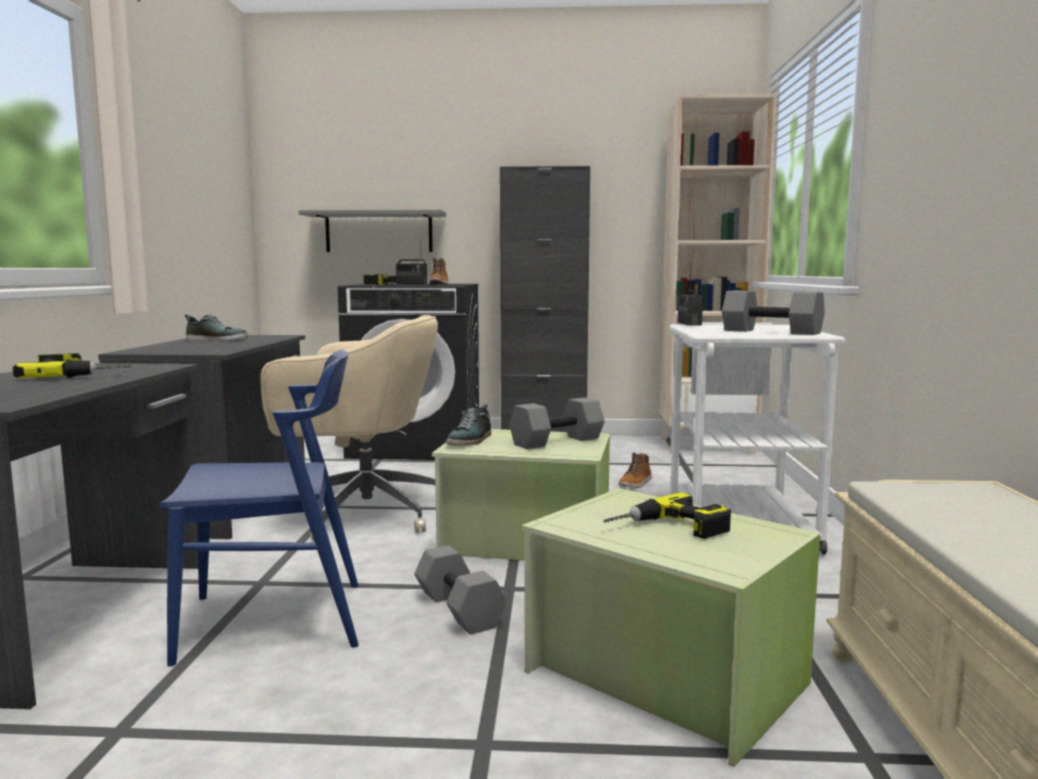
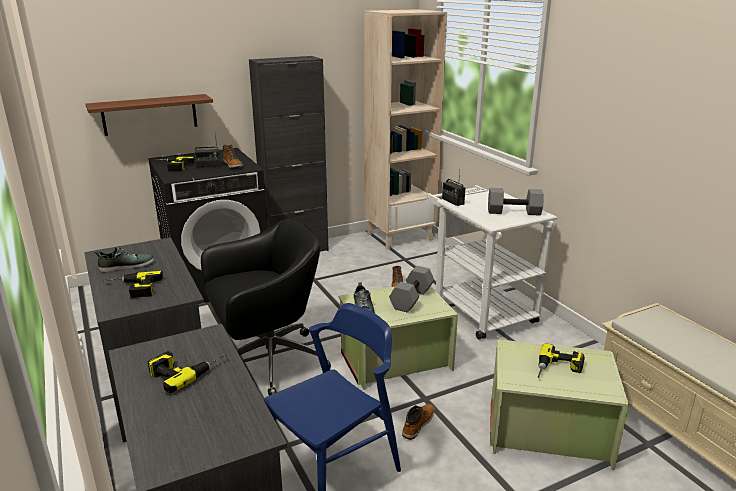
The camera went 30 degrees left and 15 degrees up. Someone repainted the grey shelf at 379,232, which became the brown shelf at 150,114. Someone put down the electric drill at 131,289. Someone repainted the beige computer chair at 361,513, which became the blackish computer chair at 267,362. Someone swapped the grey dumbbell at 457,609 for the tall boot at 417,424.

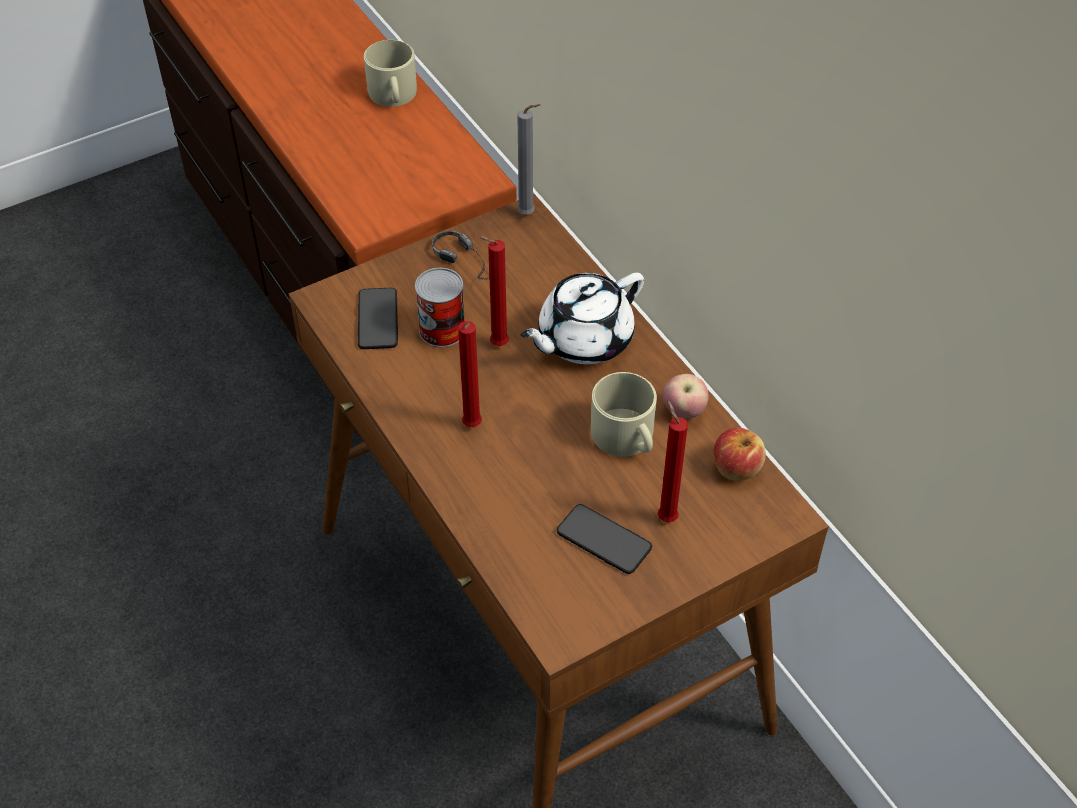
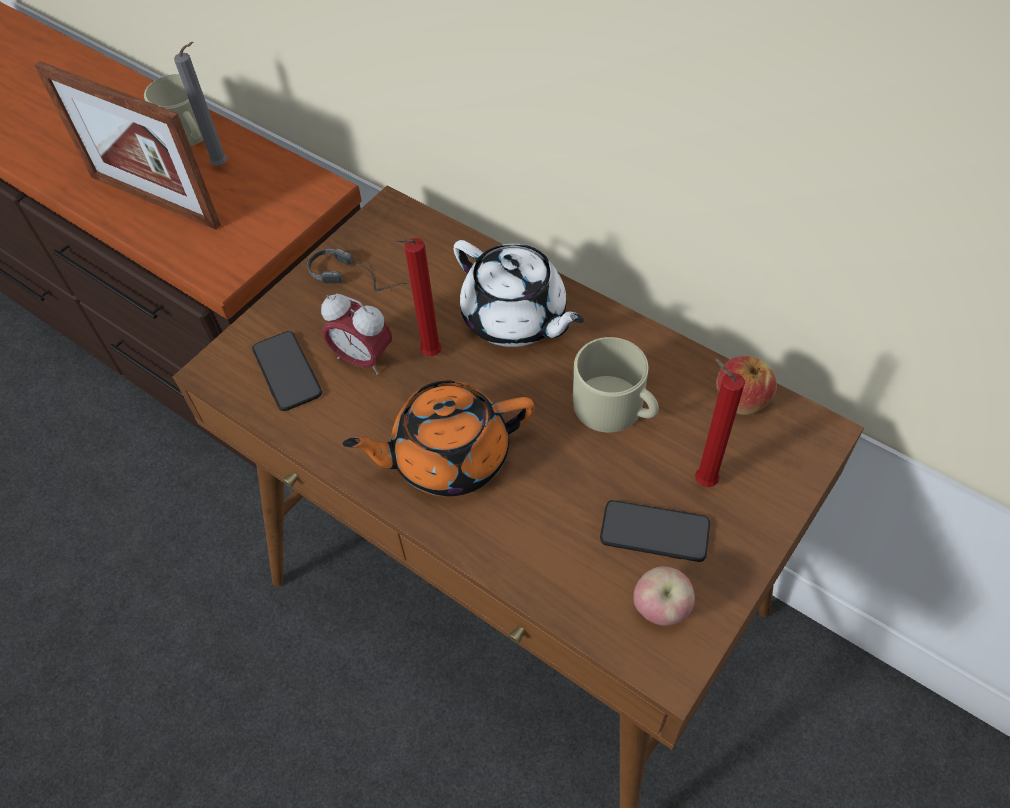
The camera went 20 degrees left and 5 degrees up. Someone put down the standing frame at 154,200. Someone carried the grey wax candle from 528,215 to 223,165. Someone swapped the metal can at 442,330 for the table clock at 362,359. Someone swapped the red wax candle at 471,427 for the orange pot for tea at 448,456. Someone rotated the white-coloured pot for tea at 583,339 by 75 degrees counterclockwise. Someone carried the whole apple from 684,411 to 660,608.

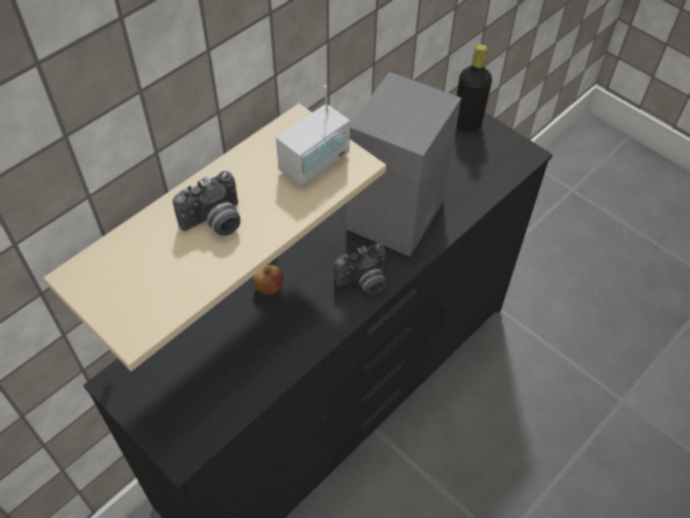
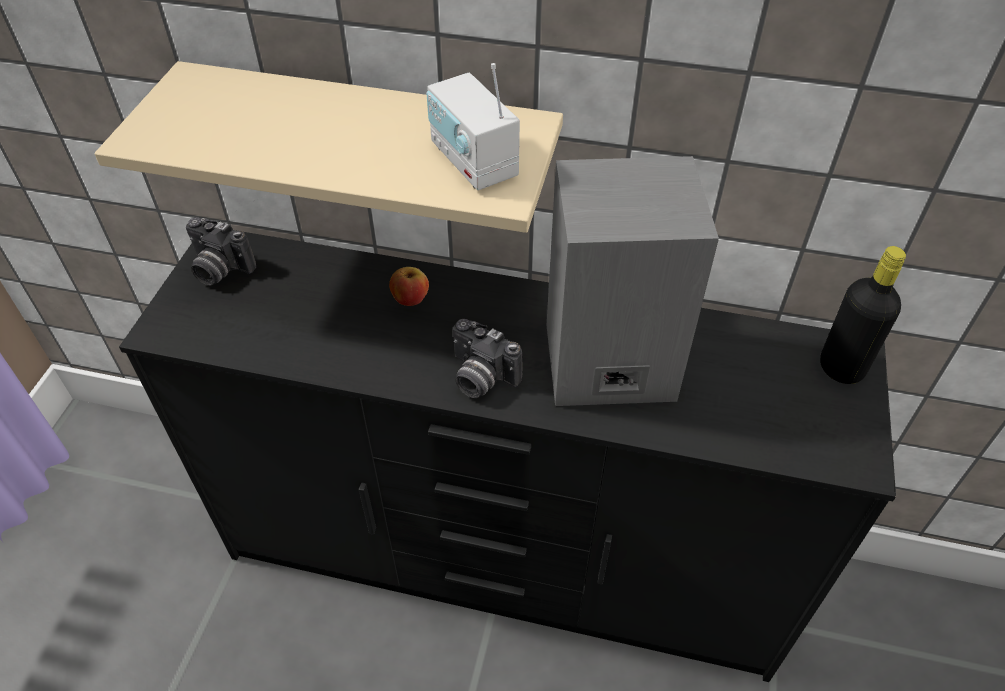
The camera went 60 degrees right and 5 degrees down. Someone carried the still camera from 215,222 to 218,270. Someone rotated the radio receiver at 315,163 by 45 degrees clockwise.

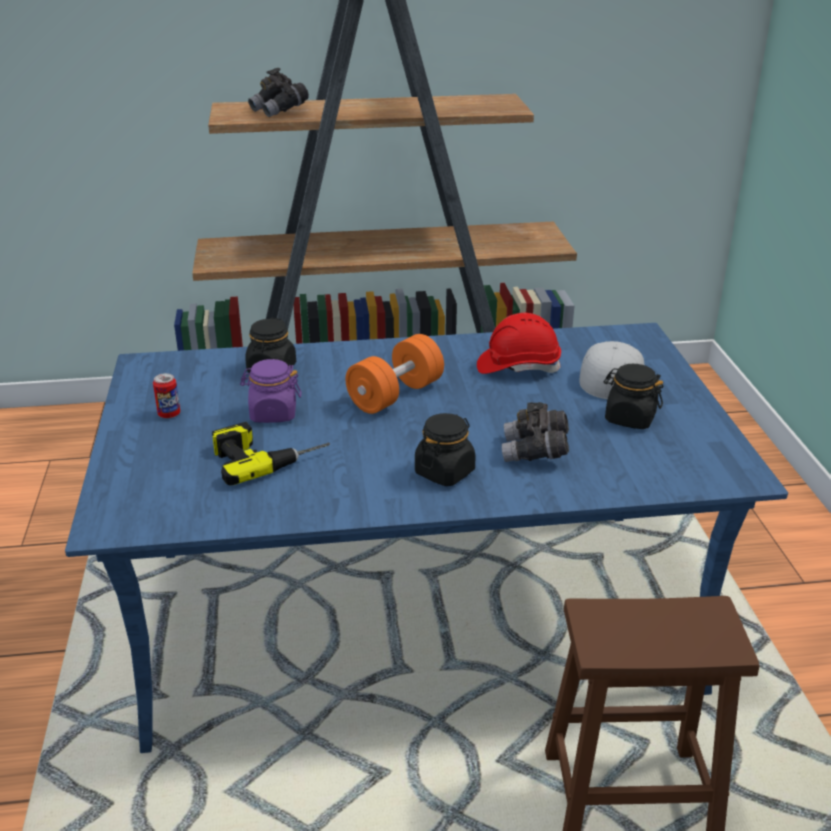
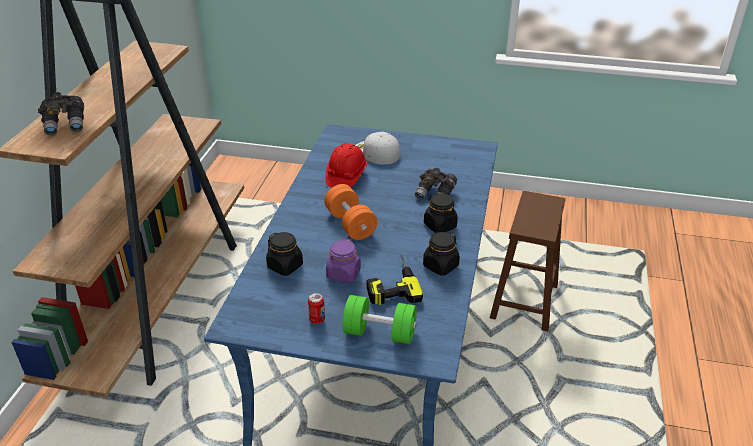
The camera went 70 degrees left and 5 degrees up. Someone put down the green dumbbell at 379,333. Someone carried the blackish storage jar from 629,418 to 440,266.

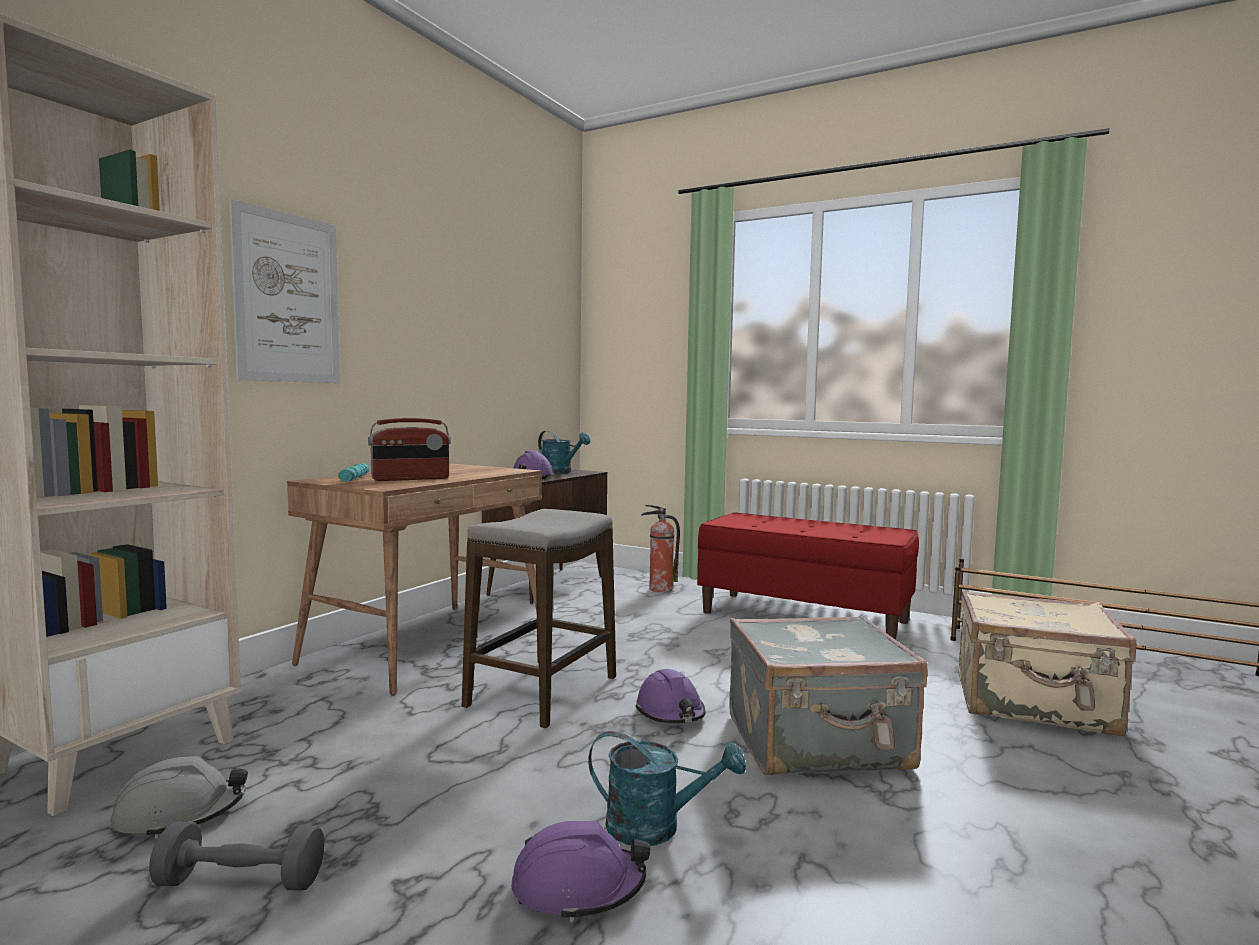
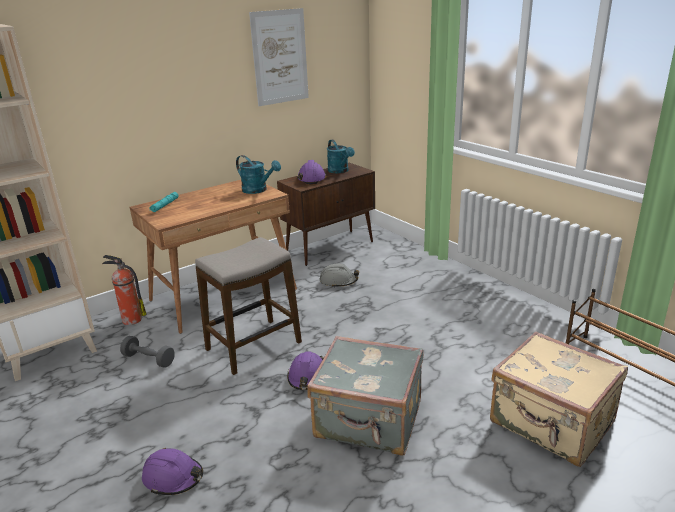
The camera went 25 degrees right and 20 degrees up. Someone carried the extinguisher from 659,589 to 131,319. Someone carried the grey dumbbell from 240,882 to 149,359. Someone carried the blue-green watering can from 656,827 to 258,190. Someone carried the picture from 288,298 to 280,57. Someone carried the grey work helmet from 180,814 to 338,281. Someone took away the radio receiver at 411,479. Someone took away the red long seat at 804,617.

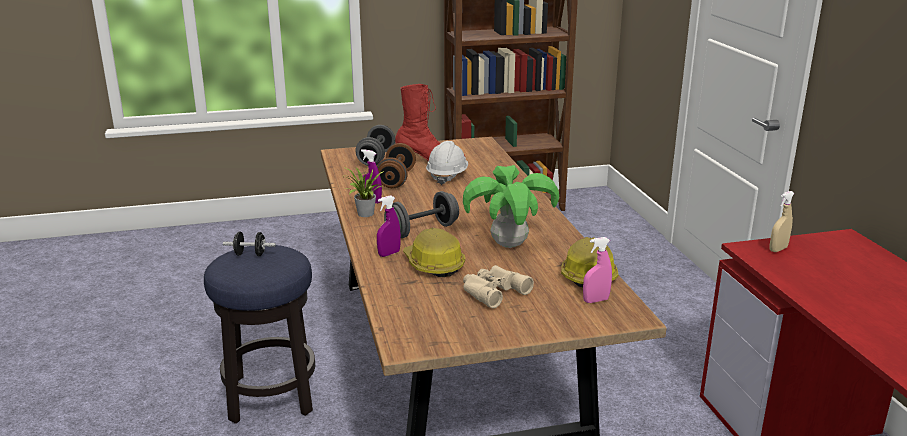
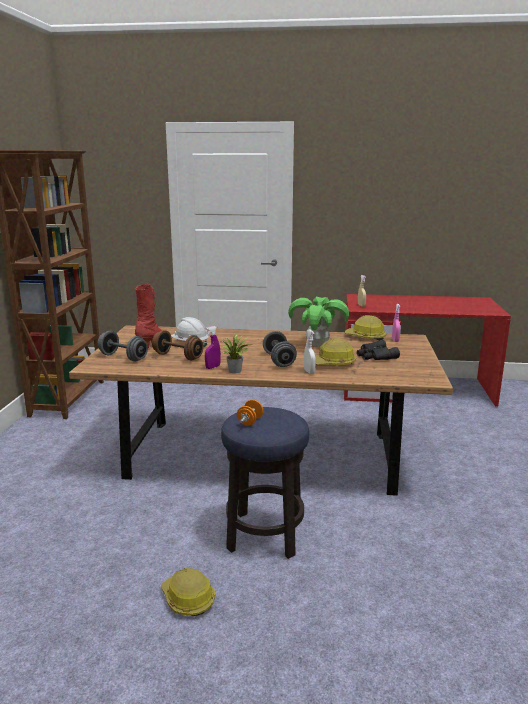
The camera went 70 degrees left and 5 degrees down. Someone put down the work helmet at 187,599. Someone repainted the blackish dumbbell at 250,254, which became the orange dumbbell at 250,422. Someone repainted the purple hand sprayer at 389,254, which became the white-coloured hand sprayer at 309,372. Someone repainted the beige field glasses at 492,291, which became the blackish field glasses at 375,356.

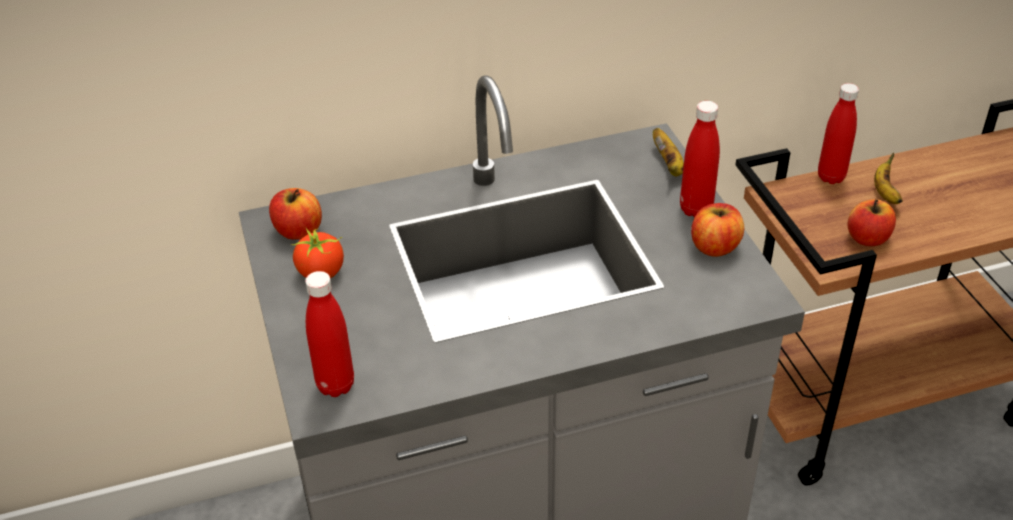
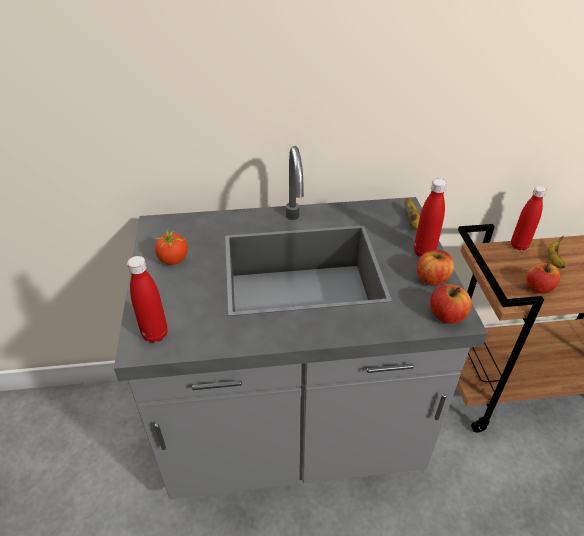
The camera went 10 degrees right and 0 degrees up. Someone carried the whole apple from 298,231 to 446,315.

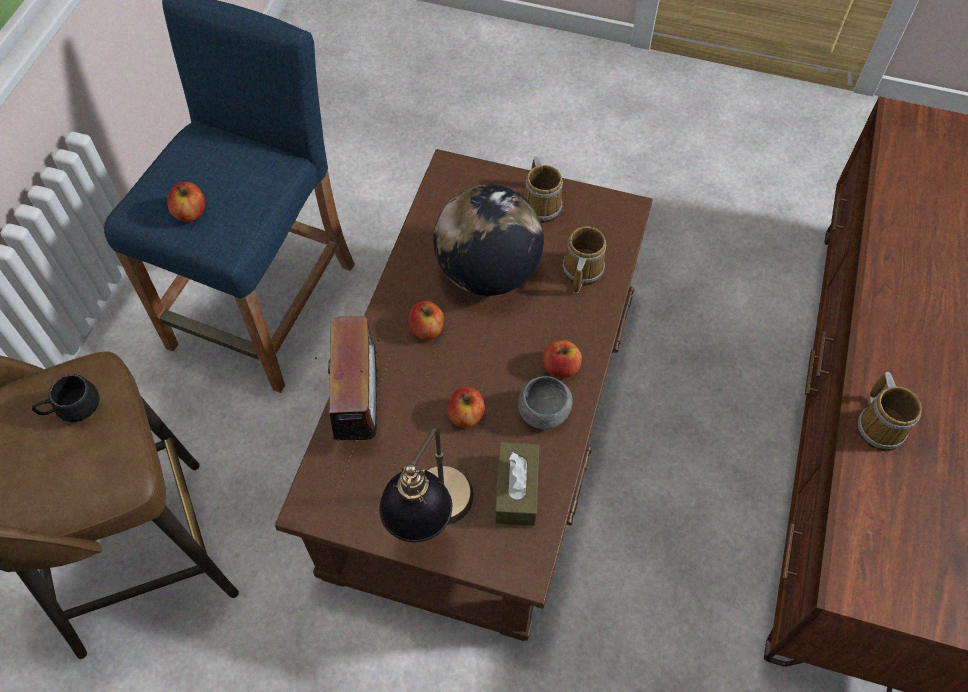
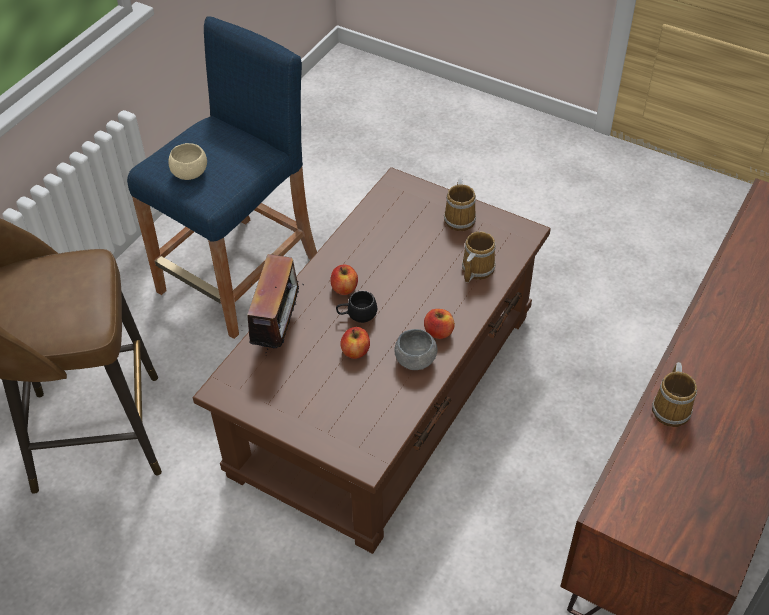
The camera went 15 degrees right and 10 degrees down. Someone swapped the whole apple at 190,212 for the beige serving bowl at 190,173. Someone carried the blackish coffee mug from 72,410 to 357,316. Someone took away the tabletop lamp at 431,520. Someone took away the desk globe at 488,272. Someone took away the brown tissue holder at 516,490.

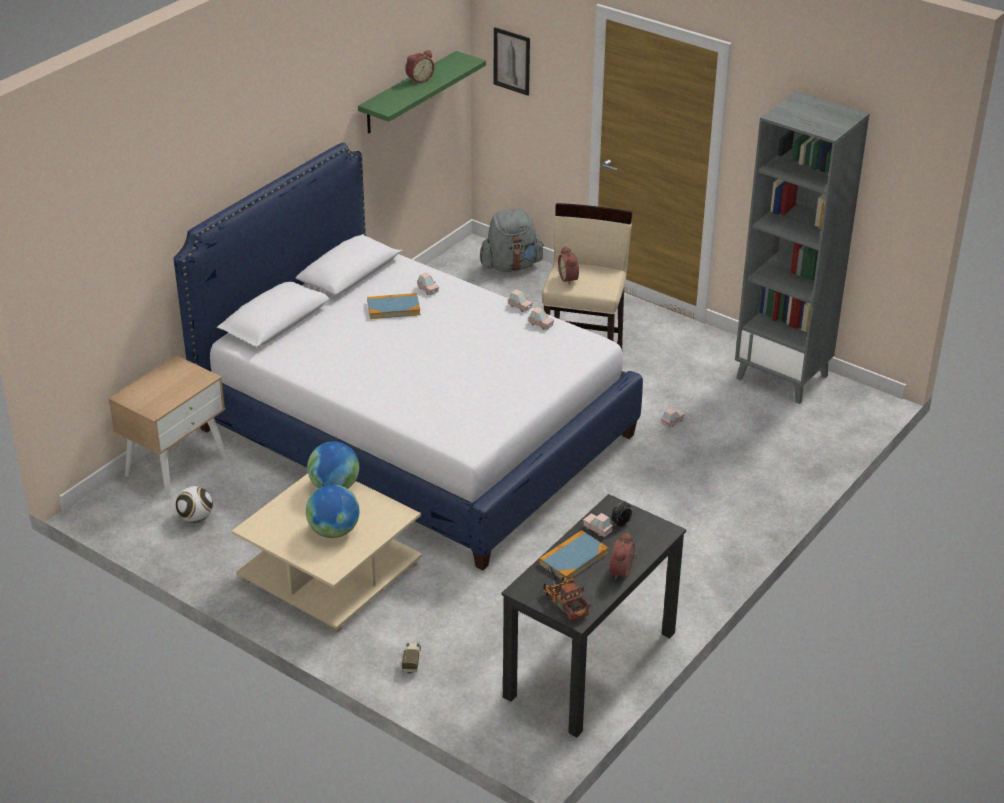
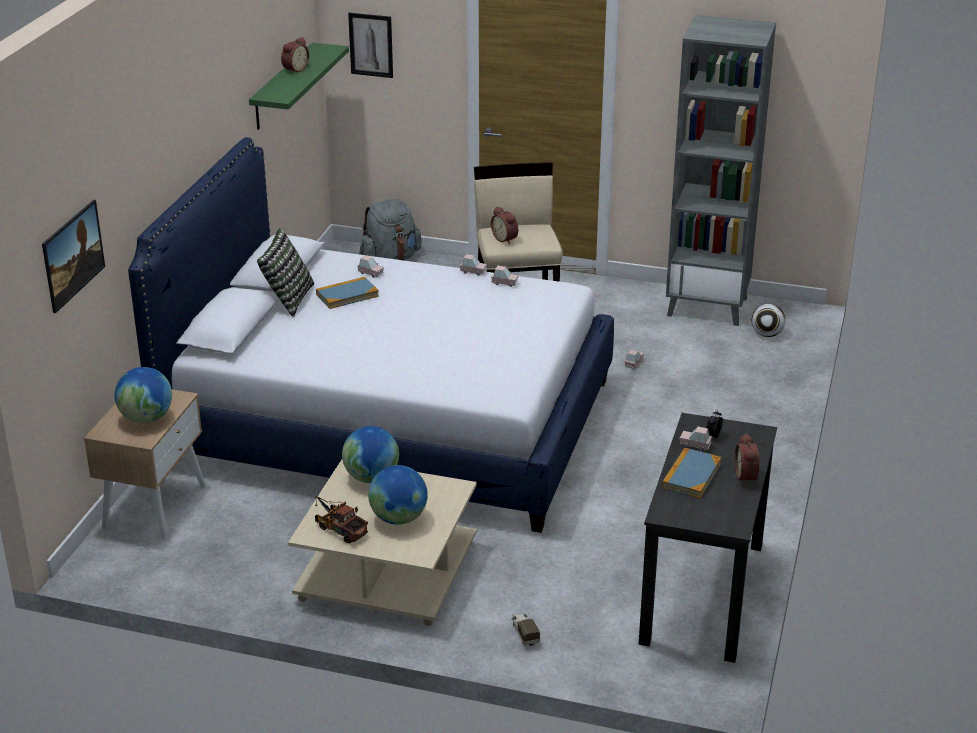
The camera went 20 degrees left and 5 degrees down. Someone put up the picture at 76,272. Someone put down the desk globe at 147,418. Someone put down the cushion at 287,299. Someone carried the toy lorry from 564,602 to 339,528. Someone carried the ball for football from 196,518 to 767,334.

